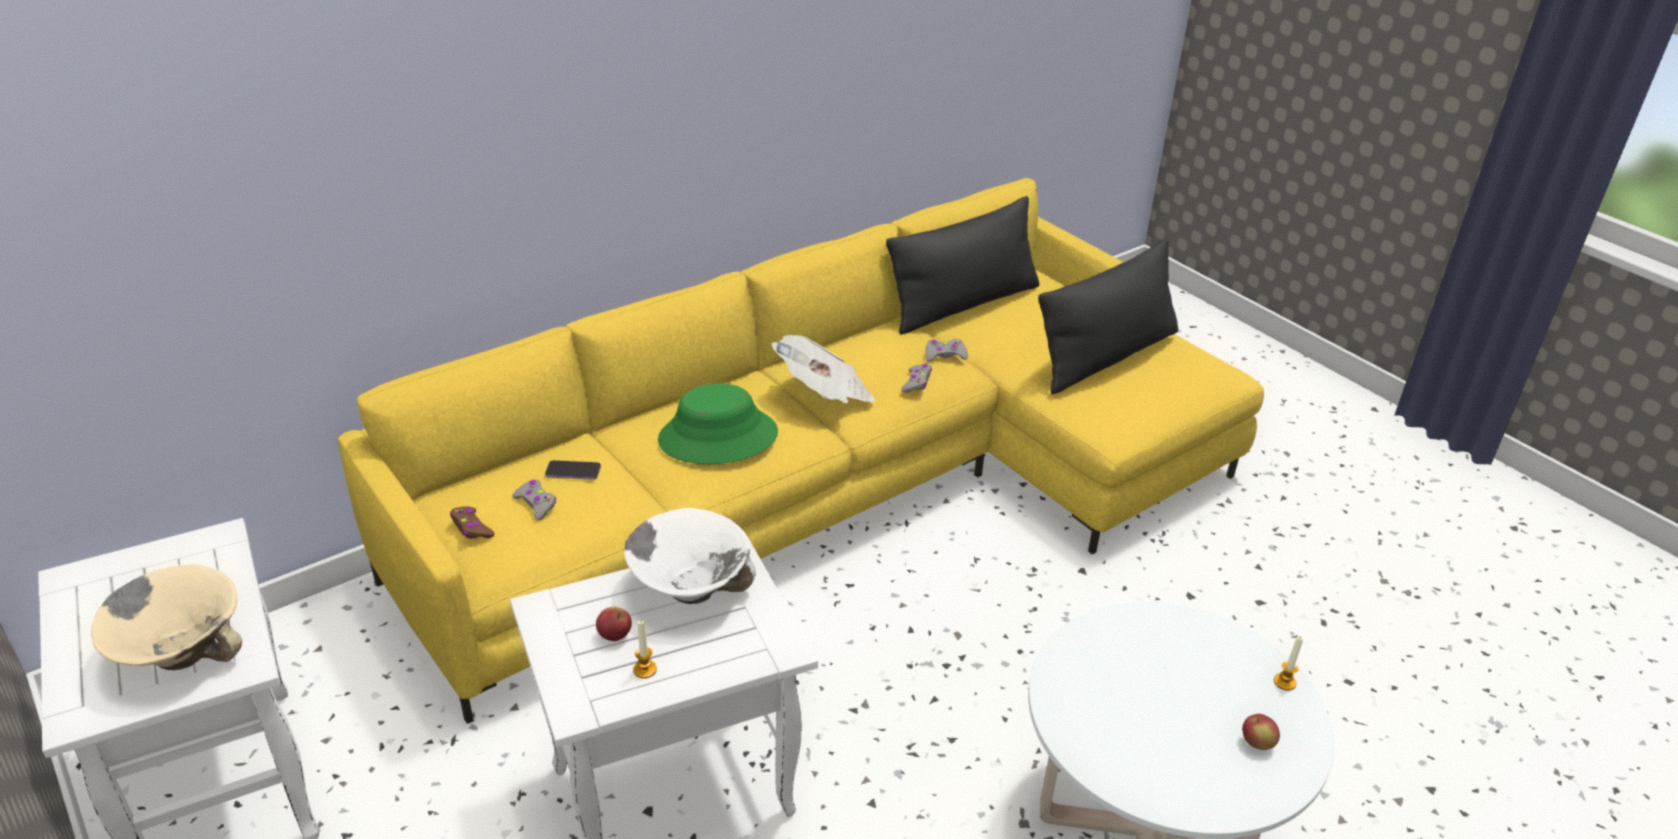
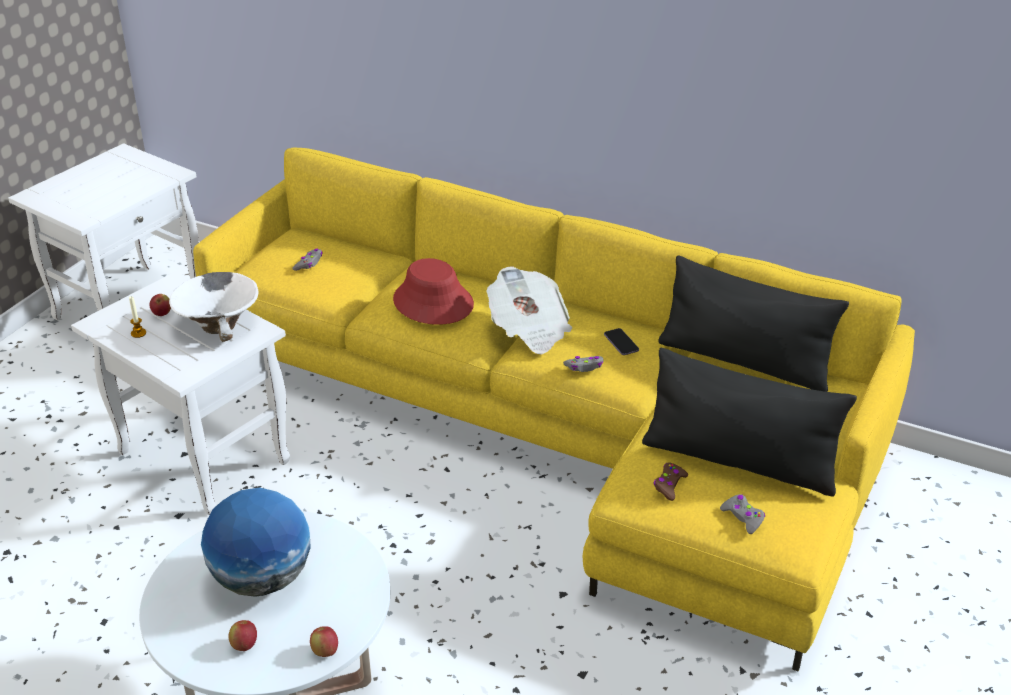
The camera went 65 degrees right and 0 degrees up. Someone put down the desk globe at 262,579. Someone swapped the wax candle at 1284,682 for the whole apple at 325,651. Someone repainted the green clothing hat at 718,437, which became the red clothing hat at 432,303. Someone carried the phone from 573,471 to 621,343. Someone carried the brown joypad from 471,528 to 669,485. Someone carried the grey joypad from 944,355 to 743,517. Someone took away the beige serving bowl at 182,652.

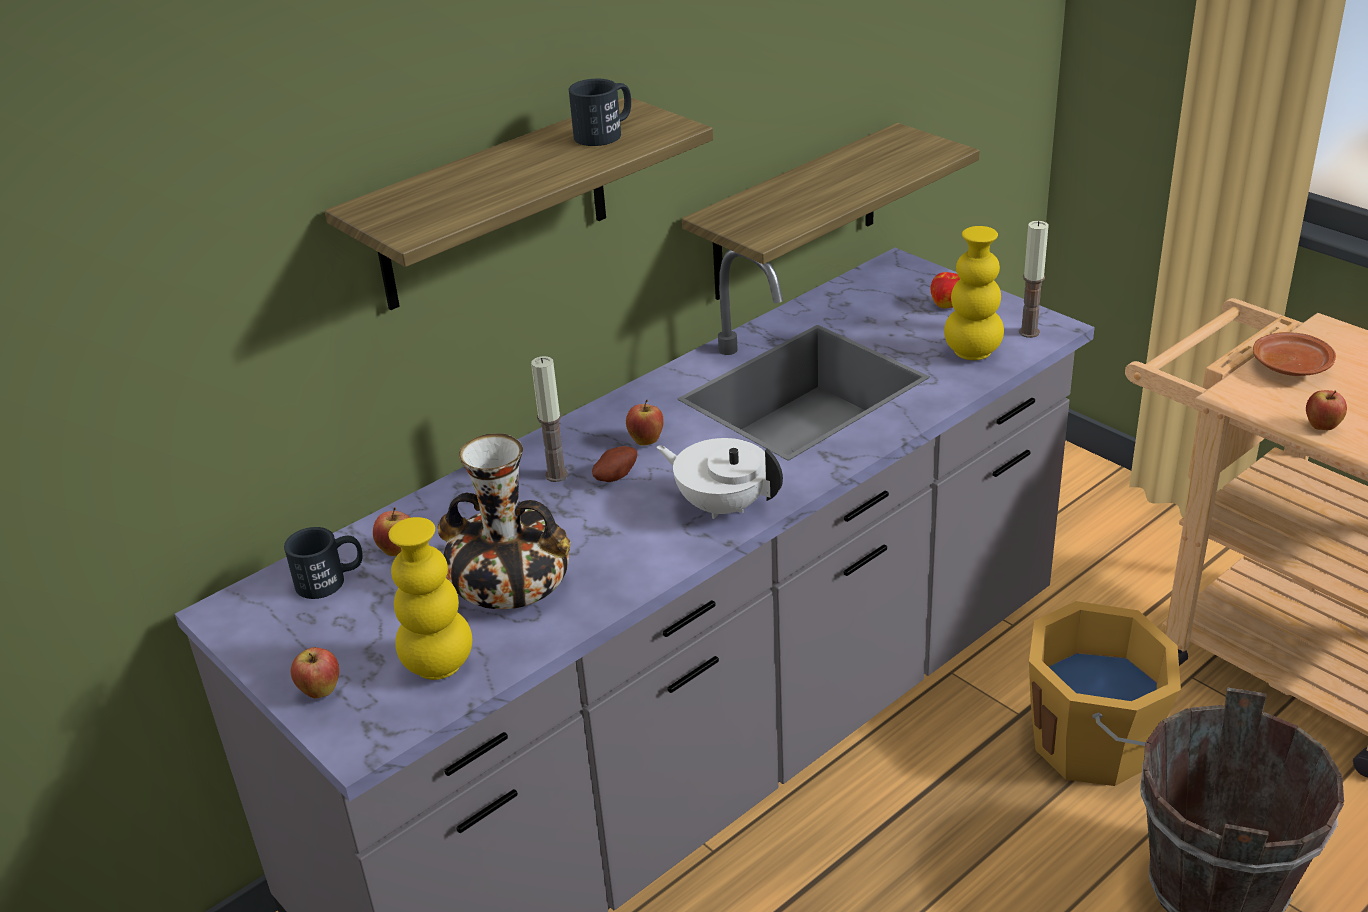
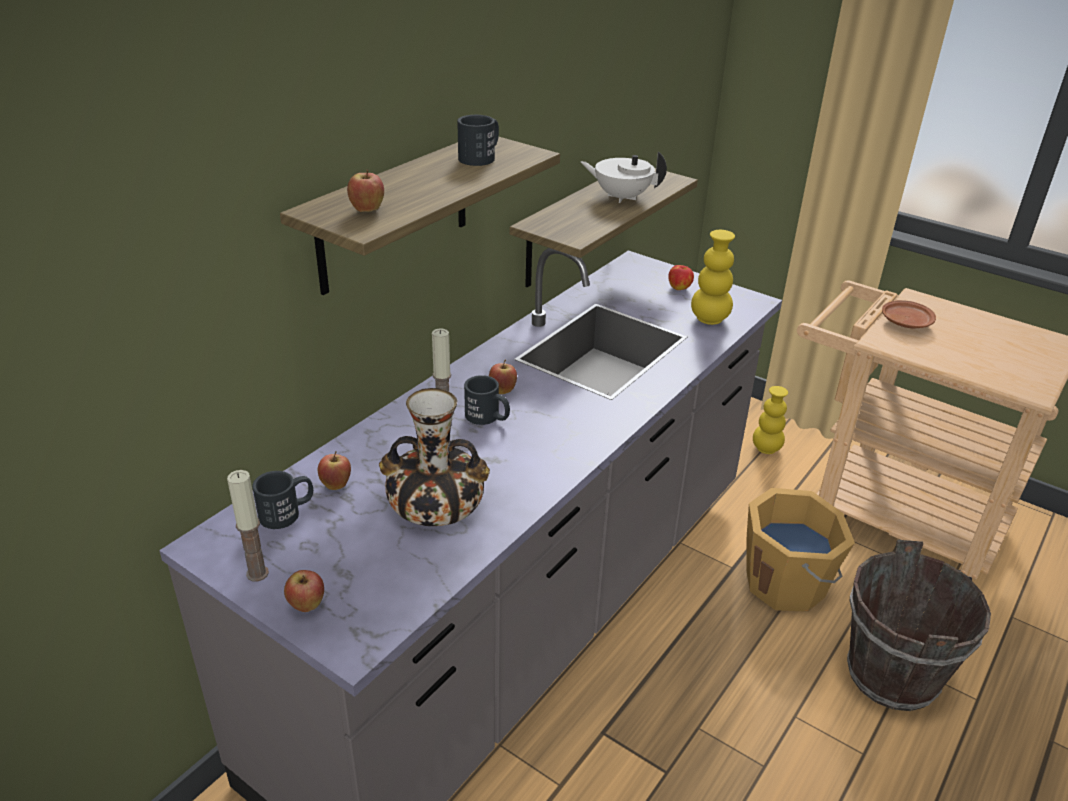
The camera went 15 degrees left and 0 degrees up. Someone carried the wax candle from 1029,332 to 257,573. Someone carried the whole apple from 1322,427 to 367,211. Someone swapped the whole potato at 615,476 for the blackish coffee mug at 488,417. Someone carried the white-coloured pot for tea from 722,505 to 621,197. Someone carried the yellow-coloured vase from 438,665 to 766,449.

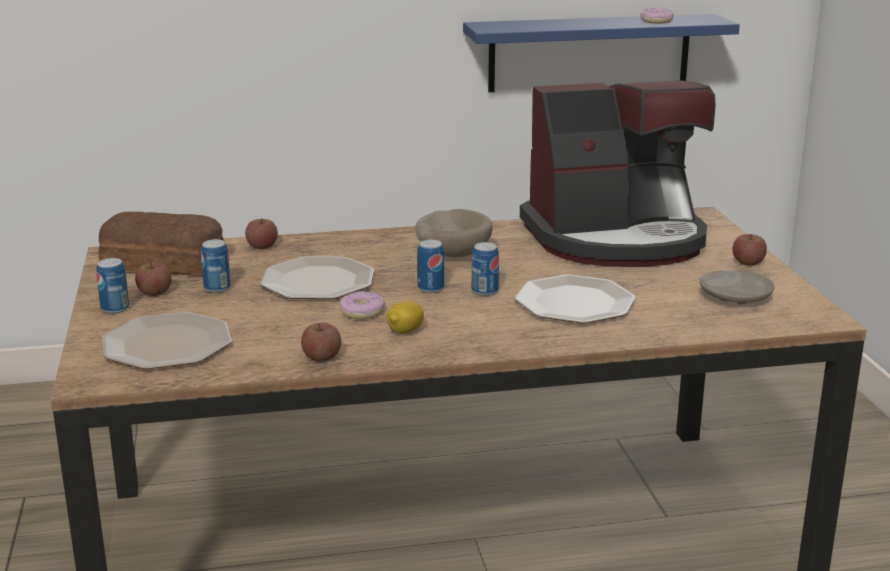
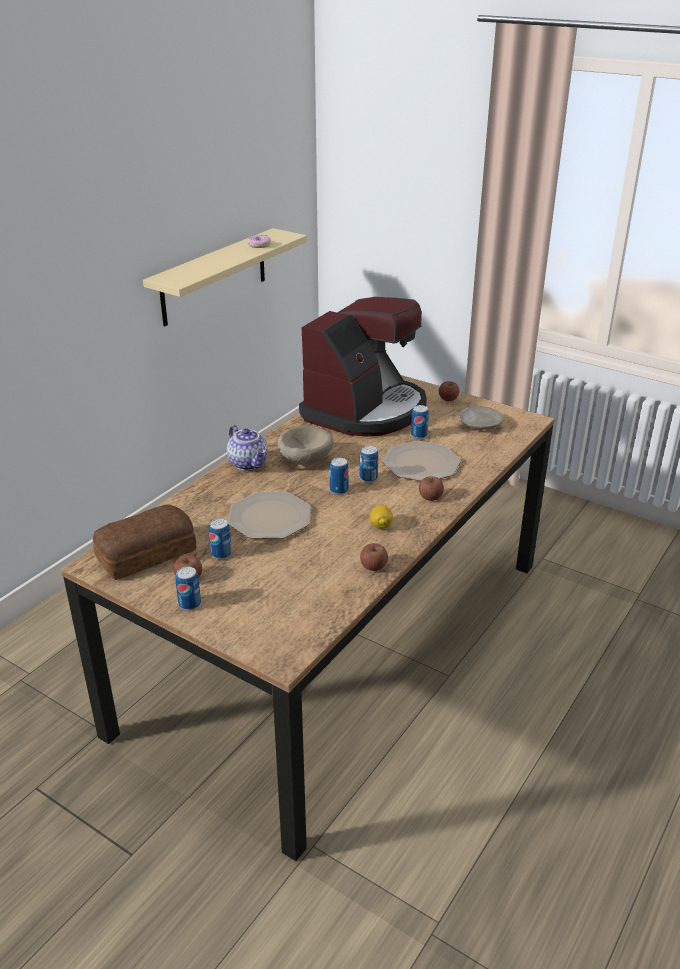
The camera went 45 degrees left and 10 degrees up. Someone repainted the blue-coloured shelf at 589,53, which became the beige shelf at 214,277. Someone put down the pot for tea at 249,463. Someone put down the metal can at 419,435. Someone carried the whole apple from 262,246 to 430,497. Someone took away the flat dish at 167,343. Someone took away the ring doughnut at 362,312.

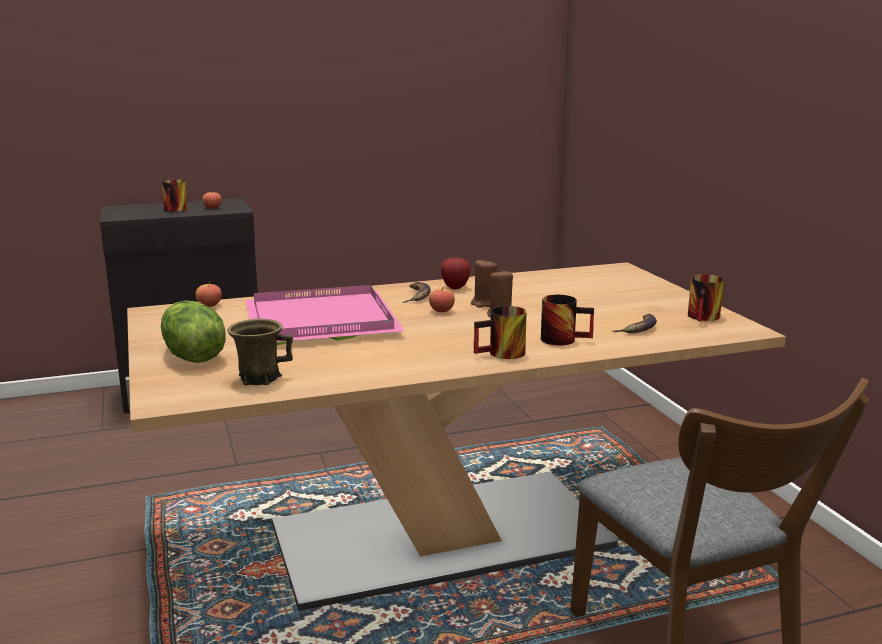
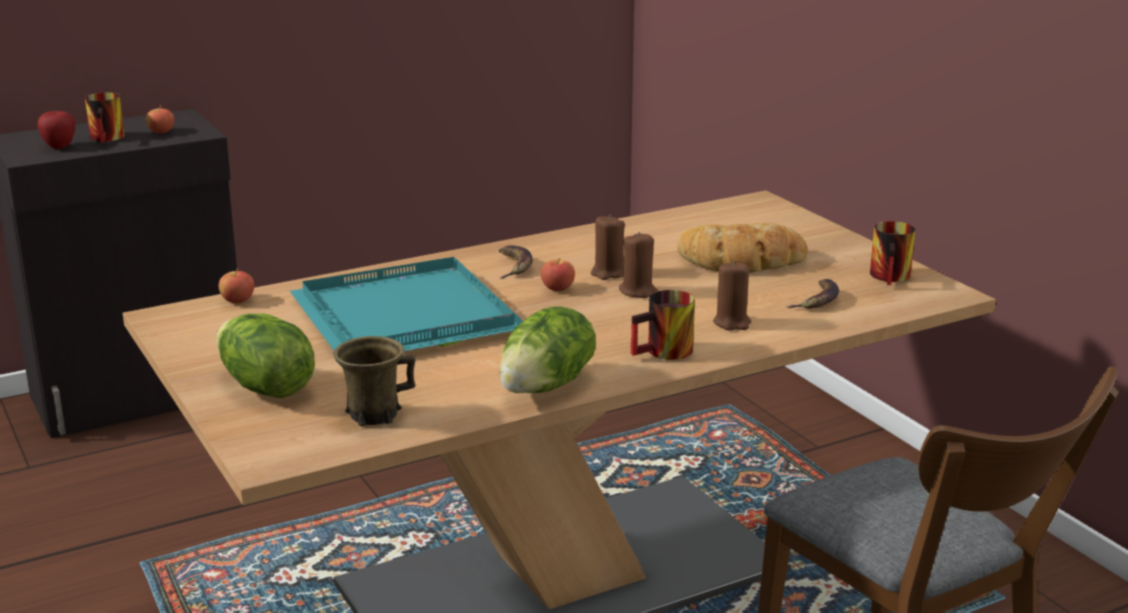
The camera went 10 degrees left and 5 degrees up. Someone carried the whole apple from 455,287 to 59,147. Someone repainted the pink serving tray at 323,320, which became the blue-green serving tray at 408,315. Someone put down the lettuce head at 548,386. Someone put down the baked bread at 742,260. Someone swapped the coffee mug at 564,339 for the brown wax candle at 732,323.

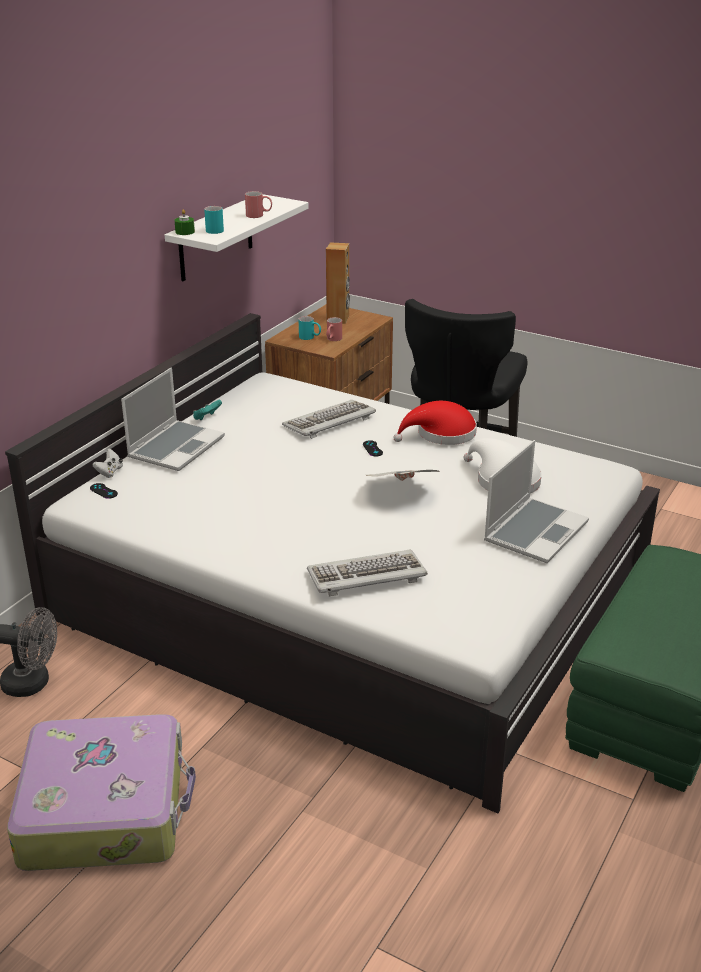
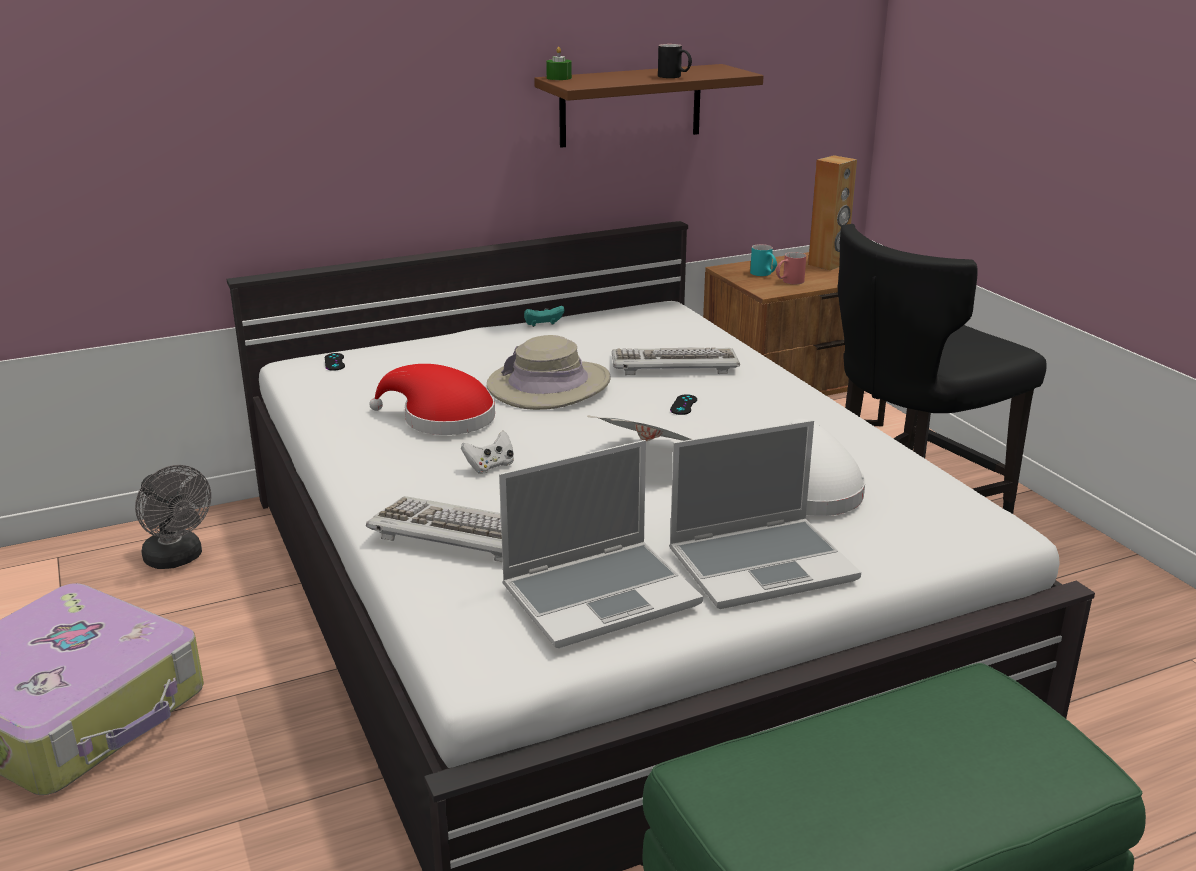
The camera went 35 degrees right and 5 degrees down. Someone carried the red clothing hat from 441,434 to 441,418. Someone carried the white-coloured joypad from 109,472 to 490,466. Someone put down the beige clothing hat at 549,385. Someone carried the laptop from 176,447 to 601,594. Someone repainted the white-coloured shelf at 216,238, which became the brown shelf at 630,105. Someone repainted the red coffee mug at 259,215, which became the blackish coffee mug at 674,77. Someone took away the blue-green coffee mug at 214,229.

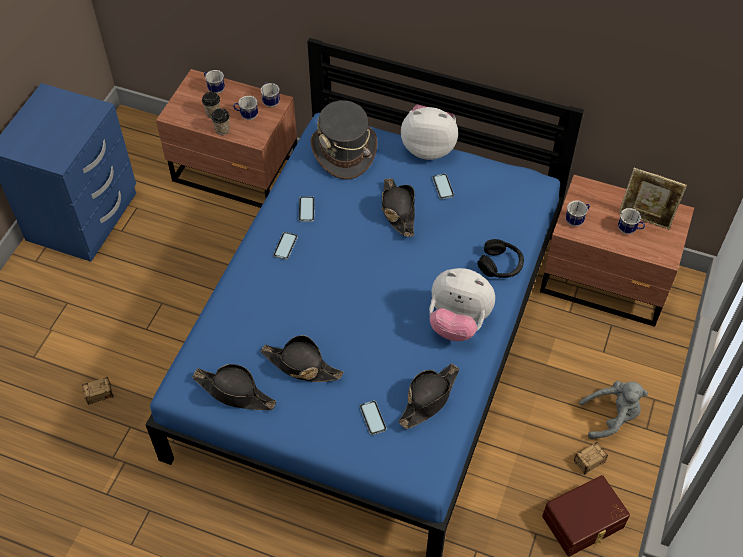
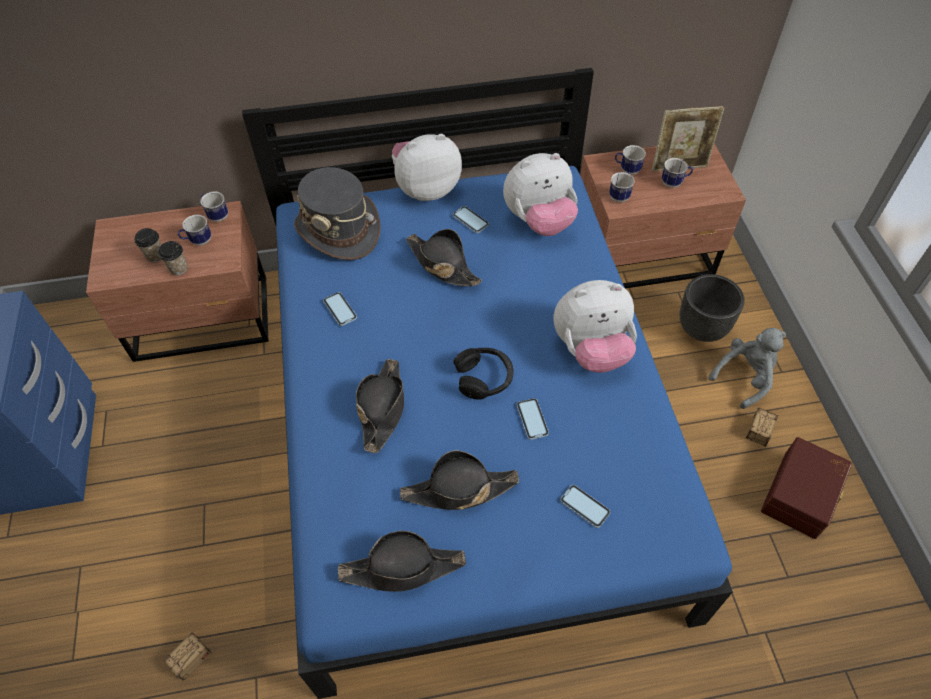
The camera went 30 degrees left and 0 degrees up. Someone carried the blackish clothing hat from 429,398 to 382,408. Someone carried the blackish headset from 500,265 to 484,378. Someone put down the plush toy at 539,221. Someone carried the phone from 285,246 to 532,419. Someone carried the coffee mug from 214,89 to 627,170. Someone put down the blackish planter at 702,329.

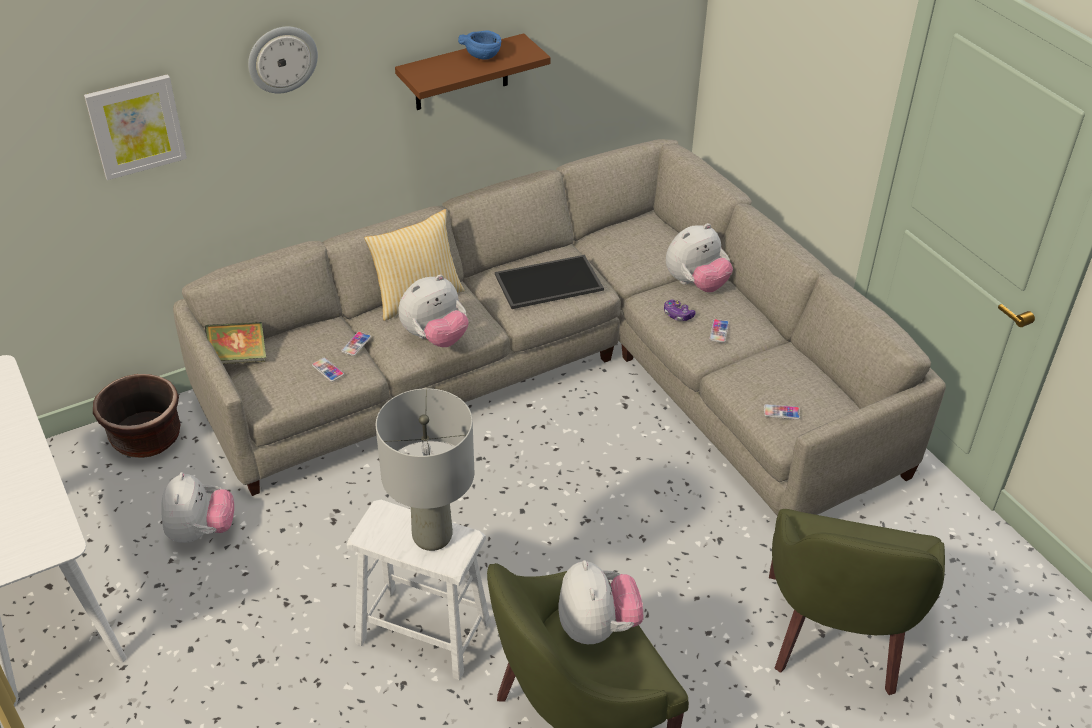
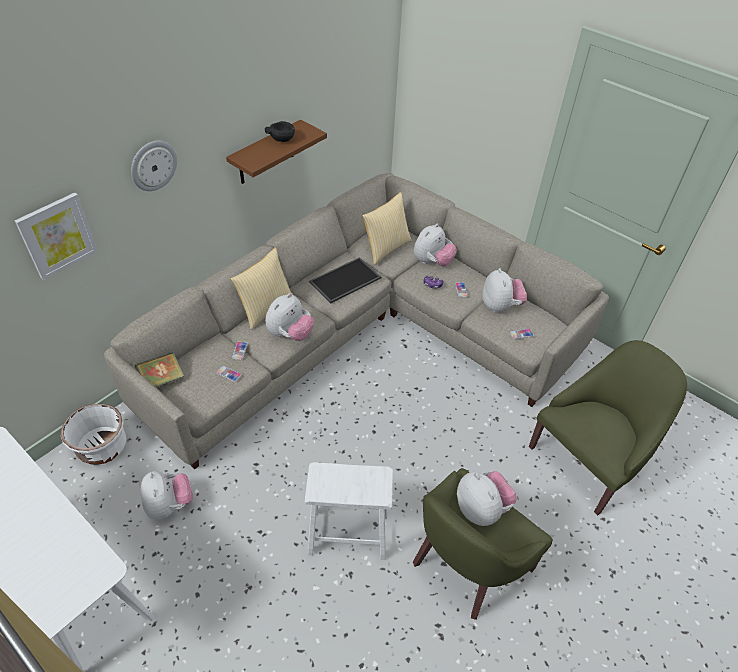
The camera went 20 degrees left and 5 degrees up. Someone repainted the brown planter at 146,438, which became the white-coloured planter at 102,447. Someone repainted the blue-coloured serving bowl at 483,55, which became the blackish serving bowl at 282,139. Someone put down the cushion at 385,248. Someone put down the plush toy at 500,306. Someone rotated the green lounge chair at 838,635 by 120 degrees counterclockwise. Someone took away the grey tabletop lamp at 431,536.

